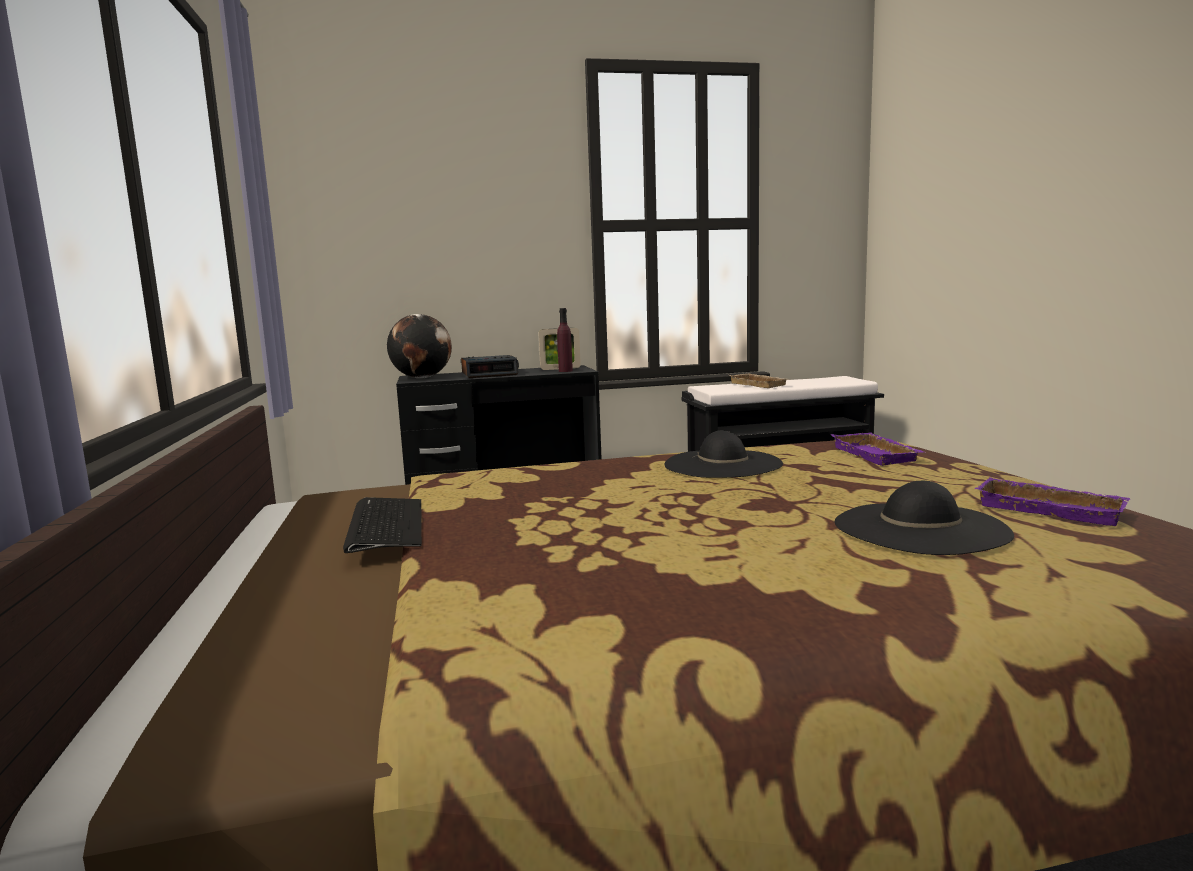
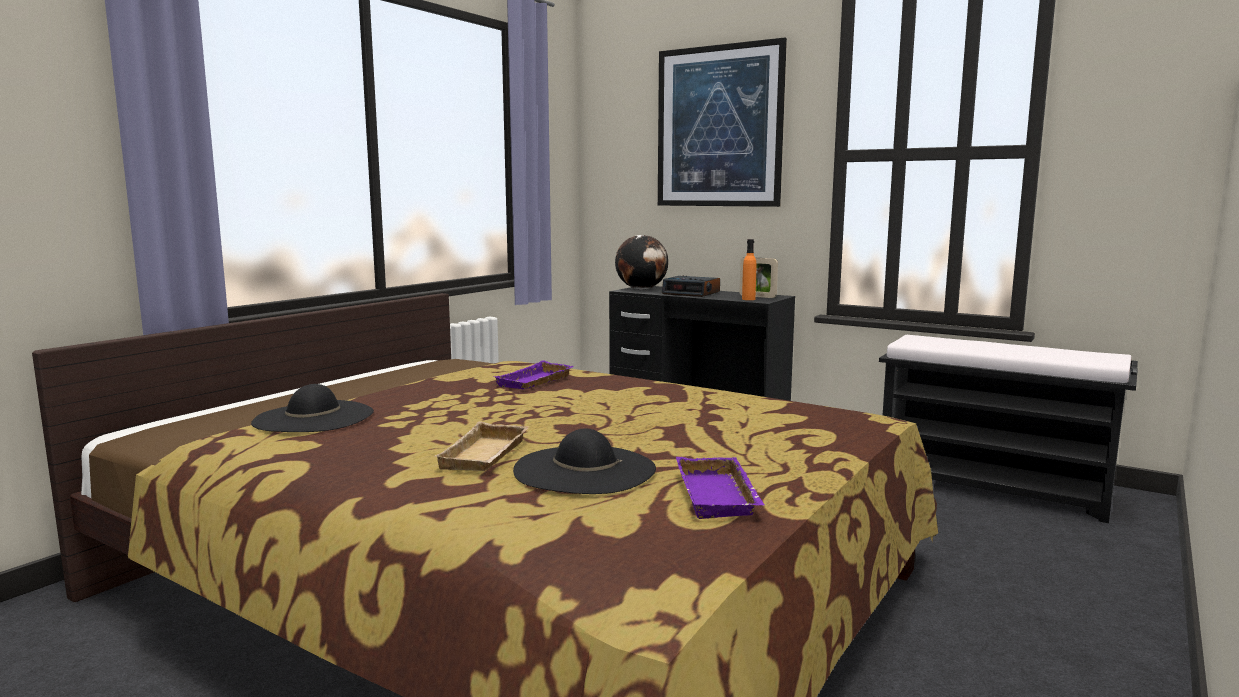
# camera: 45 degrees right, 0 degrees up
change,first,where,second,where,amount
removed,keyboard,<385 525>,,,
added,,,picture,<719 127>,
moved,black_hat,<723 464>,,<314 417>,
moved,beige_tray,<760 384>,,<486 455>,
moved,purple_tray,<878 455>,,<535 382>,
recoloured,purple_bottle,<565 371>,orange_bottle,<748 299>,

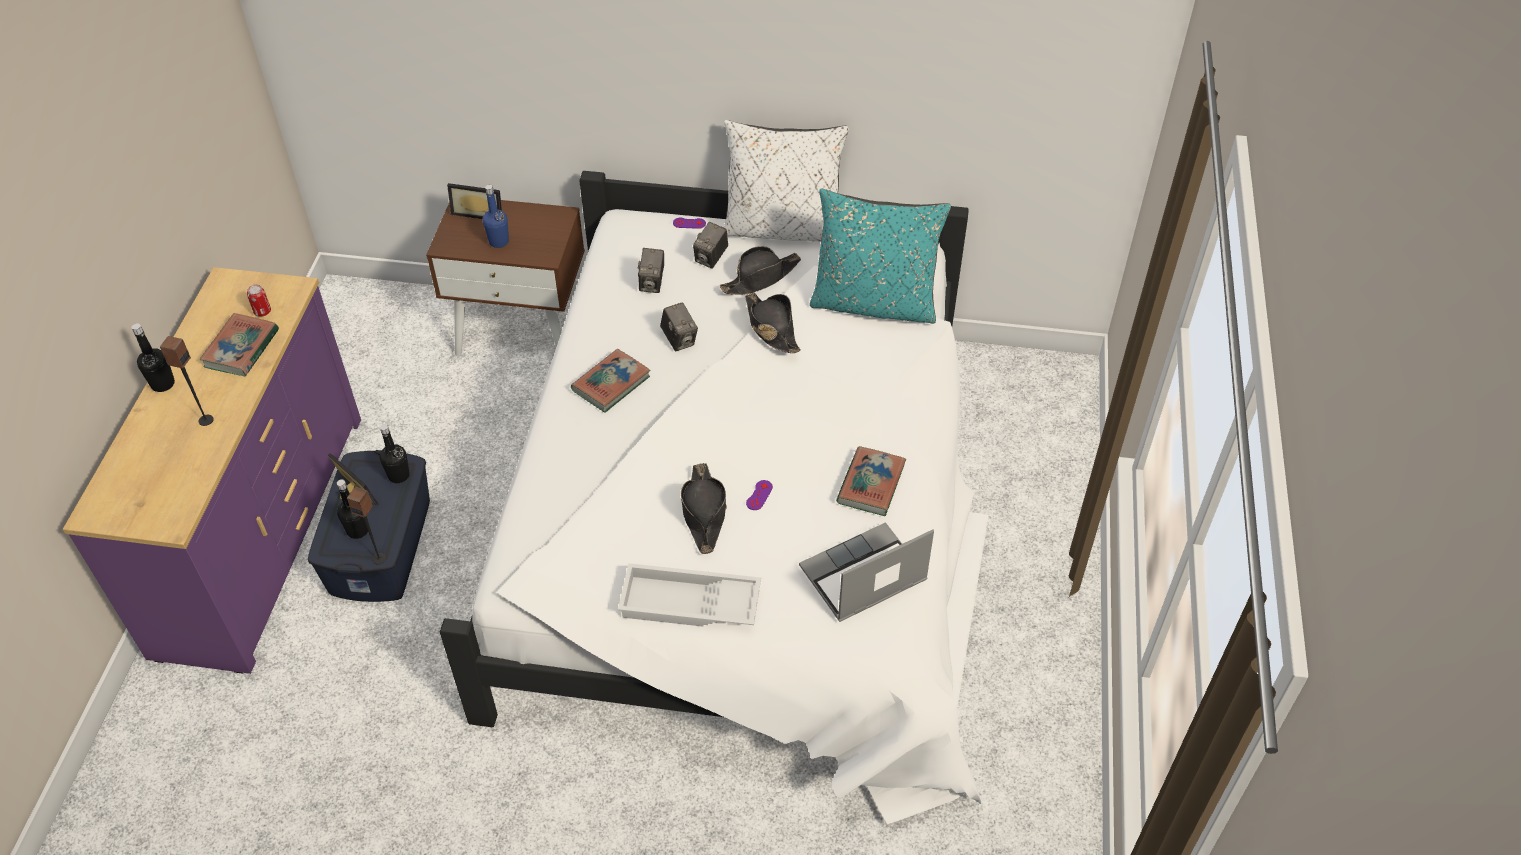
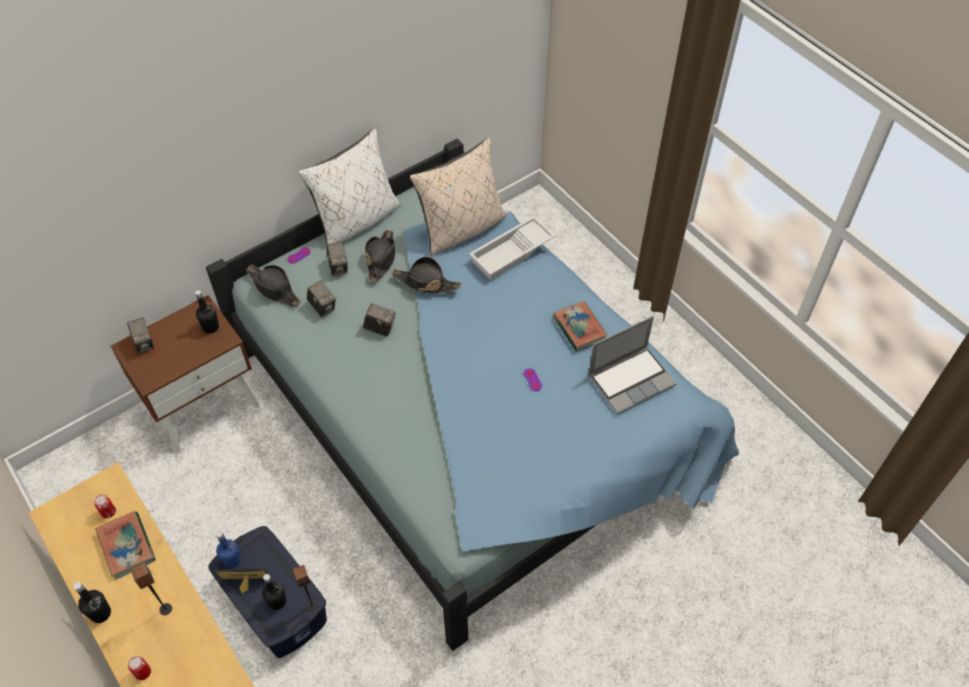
# camera: 45 degrees left, 5 degrees up
change,first,where,second,where,amount
removed,book,<611 384>,,,
added,,,can,<143 672>,
moved,black_bottle,<399 475>,,<211 327>,
moved,blue_bottle,<499 241>,,<232 560>,
moved,white_tray,<689 605>,,<512 253>,
moved,black_hat,<703 513>,,<274 289>,
replaced,picture_frame,<479 212>,photo_camera,<144 343>,
recoloured,white_bed,<751 529>,blue_bed,<475 413>,
recoloured,turquoise_pillow,<874 303>,beige_pillow,<462 228>,
turned,laptop,<862 576>,,<631 379>,135 degrees counterclockwise

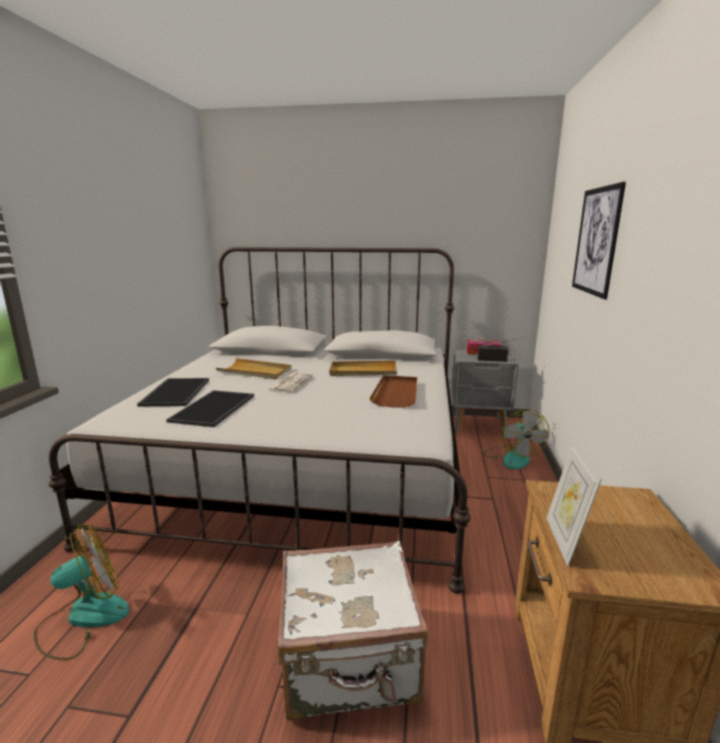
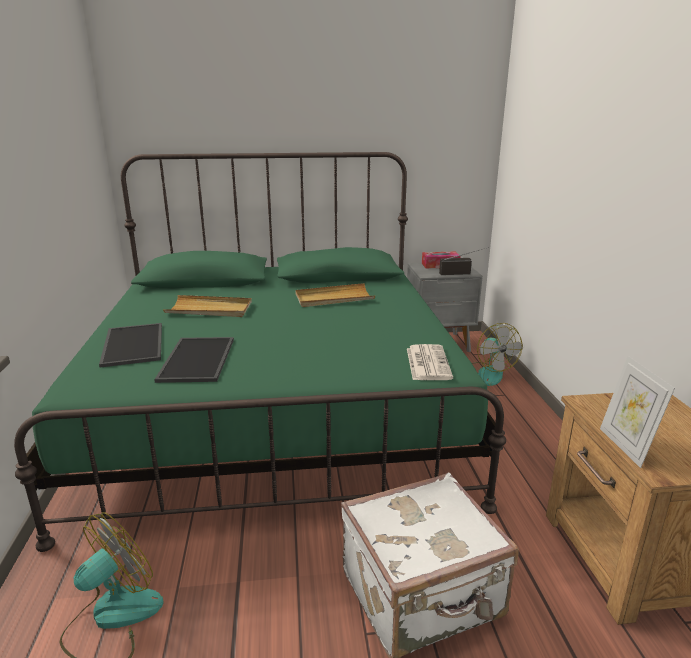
# camera: 15 degrees left, 5 degrees up
change,first,where,second,where,amount
removed,brown_tray,<396 393>,,,
removed,picture,<596 241>,,,
moved,newspaper,<290 383>,,<427 363>,
recoloured,white_bed,<306 465>,green_bed,<276 409>,

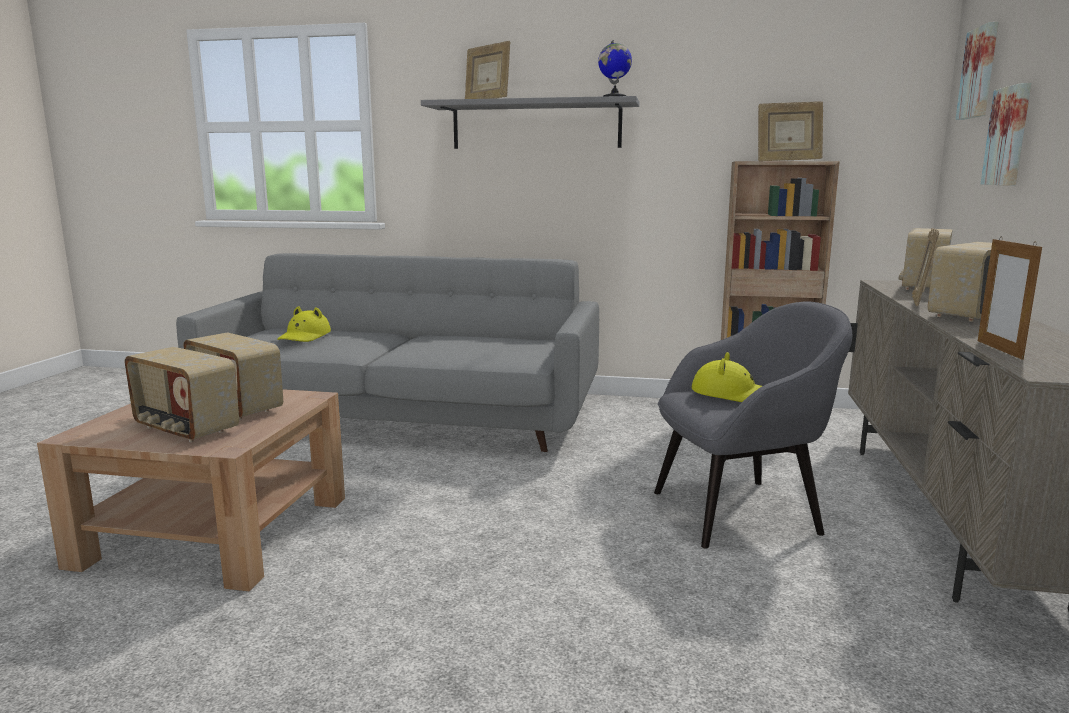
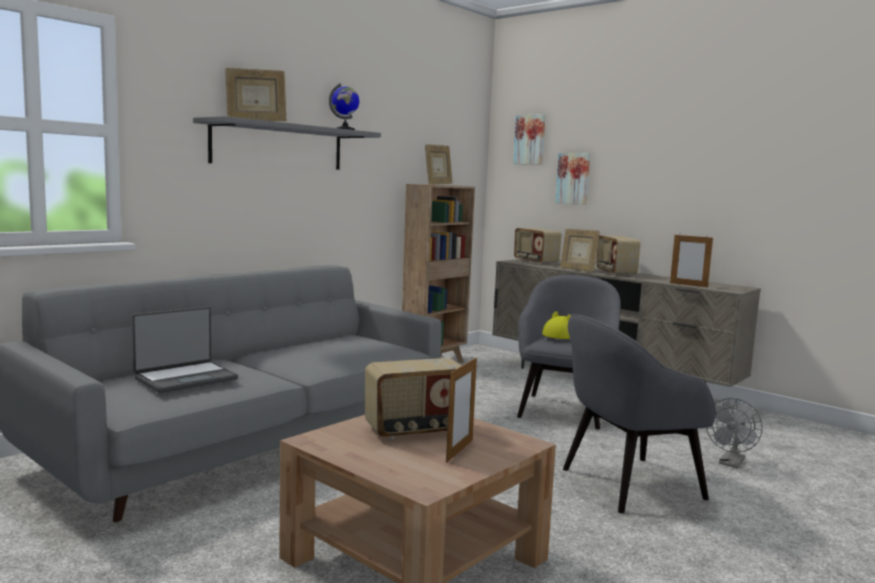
# camera: 60 degrees left, 5 degrees down
change,first,where,second,where,amount
added,,,grey_armchair,<629 484>,
added,,,grey_fan,<731 463>,
replaced,radio,<185 429>,picture_frame,<459 450>,
replaced,yellow_hat,<304 336>,laptop,<185 378>,

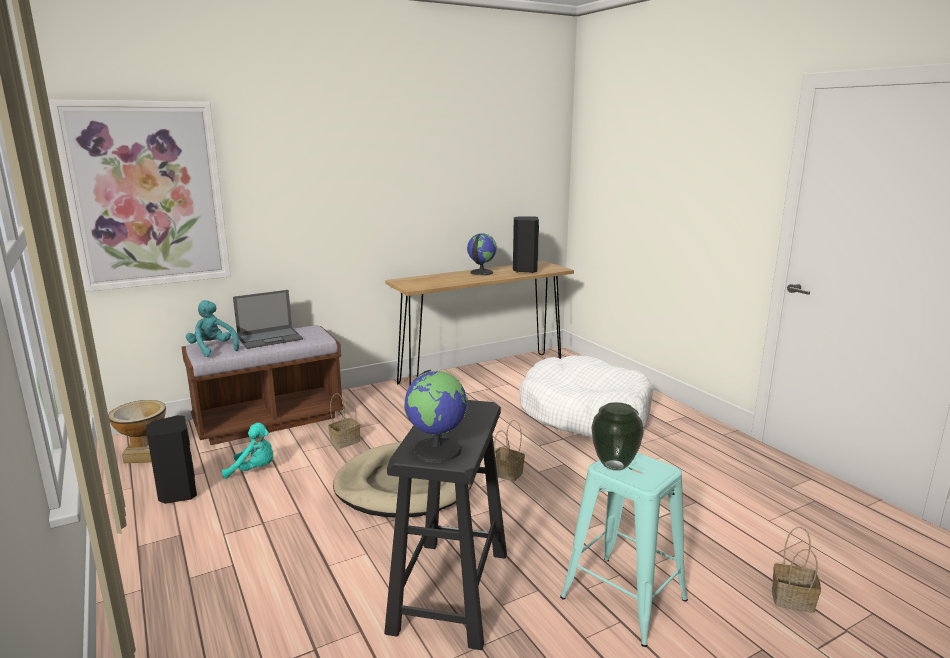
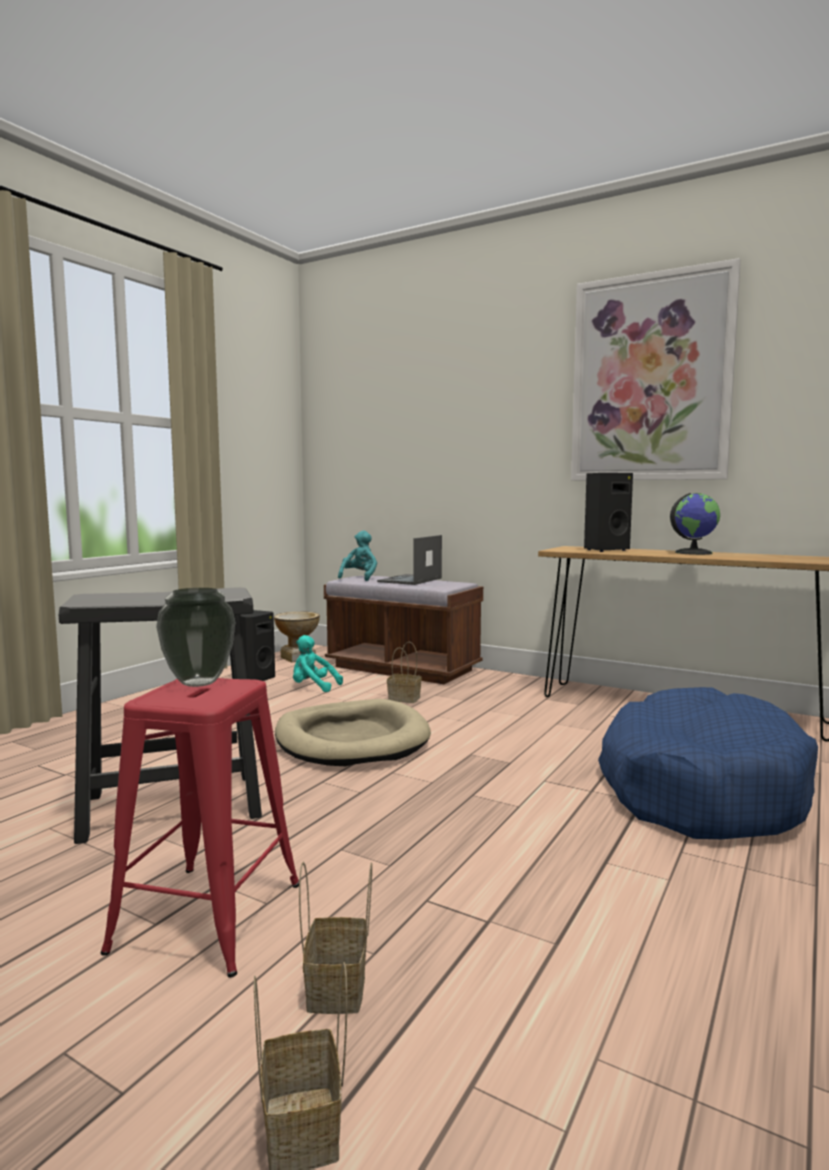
# camera: 60 degrees right, 10 degrees down
change,first,where,second,where,amount
removed,globe,<437 450>,,,
moved,picture,<147 195>,,<650 378>,
moved,basket,<508 473>,,<338 990>,
moved,black_speaker,<524 270>,,<605 550>,
recoloured,white_dog_bed,<584 413>,blue_dog_bed,<699 789>,
recoloured,turquoise_stool,<623 599>,red_stool,<208 917>,
turned,turquoise_plush_toy,<254 470>,,<313 687>,135 degrees clockwise
turned,laptop,<271 338>,,<410 580>,90 degrees clockwise

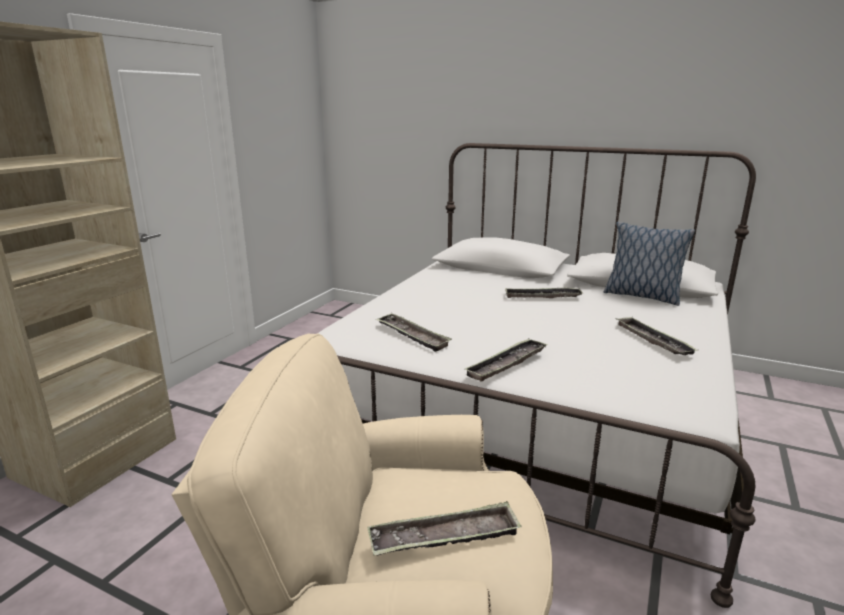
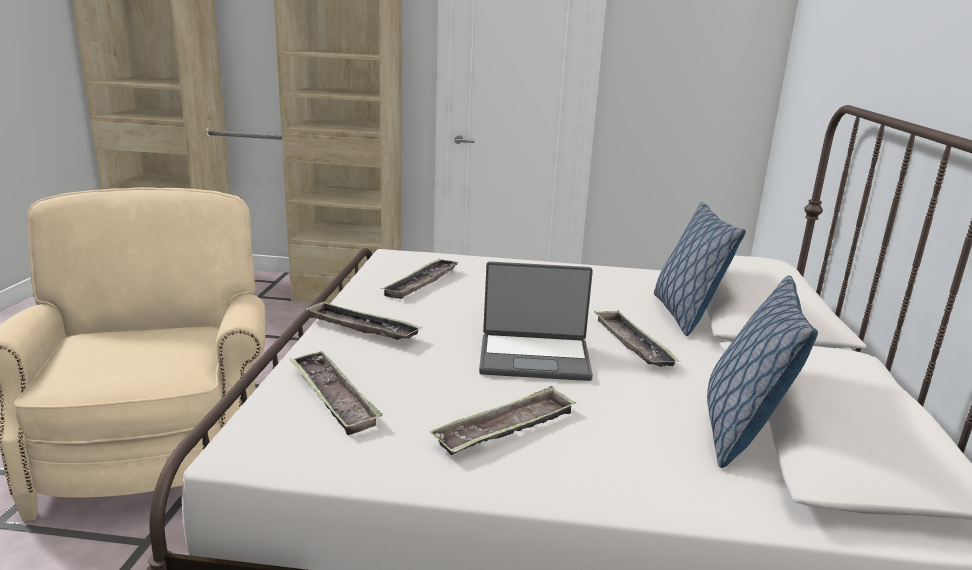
# camera: 70 degrees right, 0 degrees up
change,first,where,second,where,amount
added,,,laptop,<534 358>,
added,,,pillow,<685 314>,
moved,tray,<444 537>,,<333 397>,

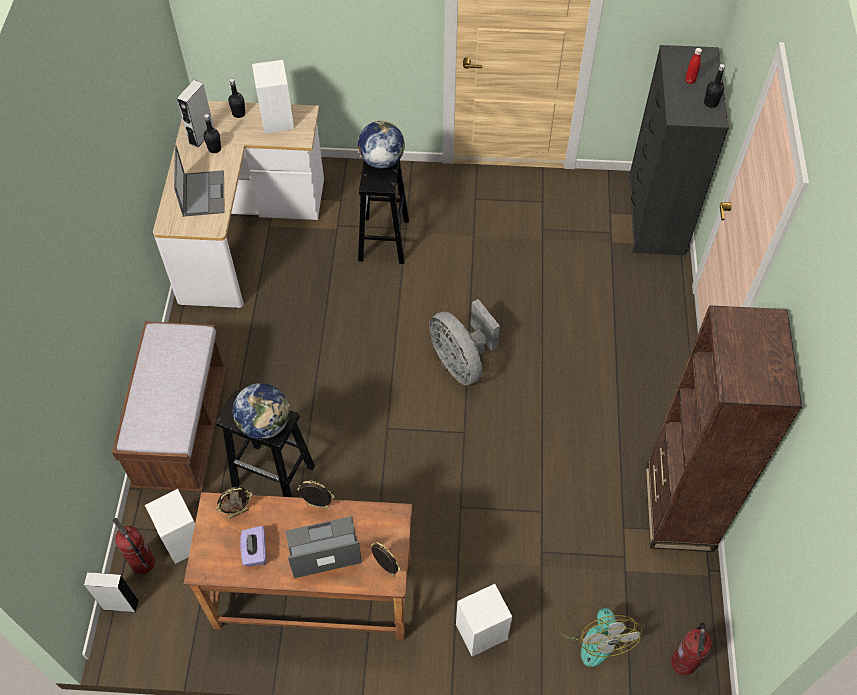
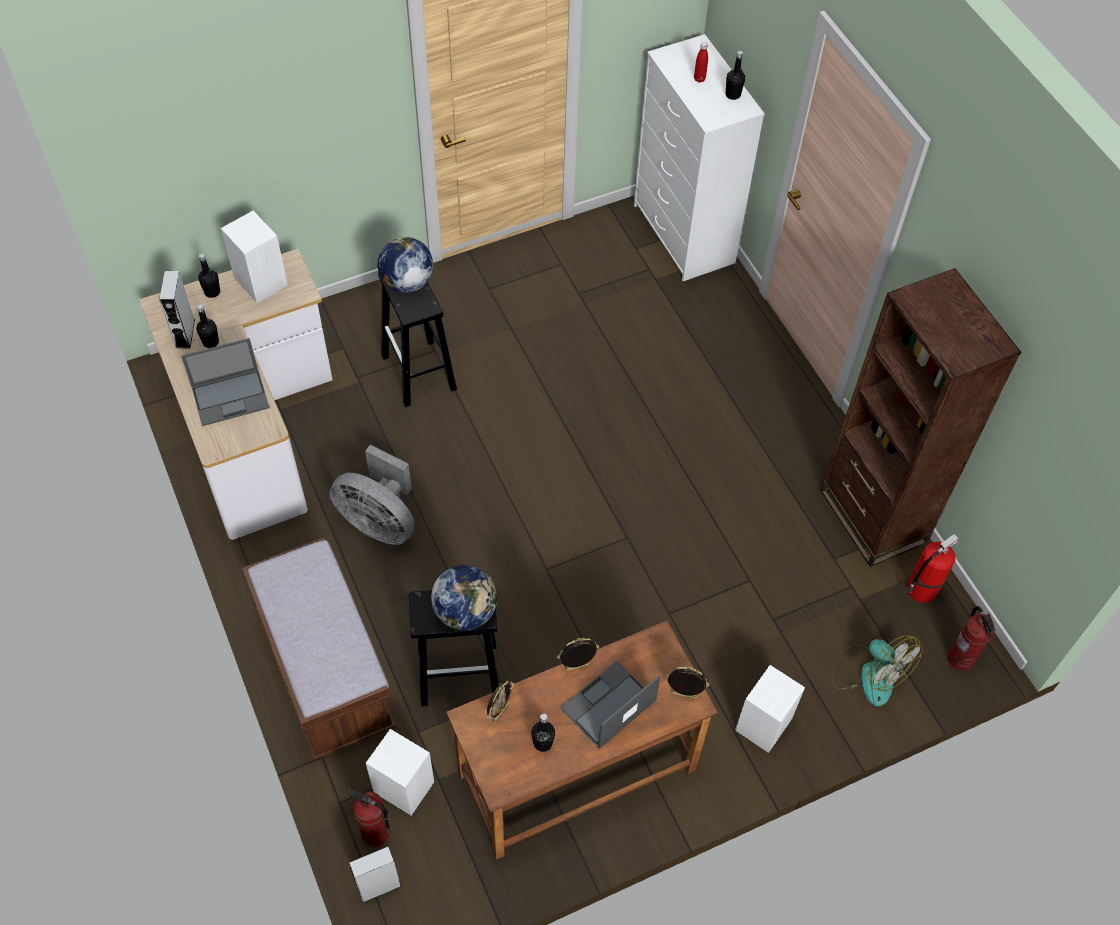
# camera: 30 degrees left, 0 degrees up
change,first,where,second,where,amount
added,,,fire_extinguisher,<921 590>,
moved,grey_fan,<461 362>,,<380 521>,
replaced,purple_tissue_box,<255 551>,black_bottle,<543 743>,
recoloured,black_dresser,<656 216>,white_dresser,<684 234>,
turned,laptop,<203 193>,,<231 396>,105 degrees clockwise

